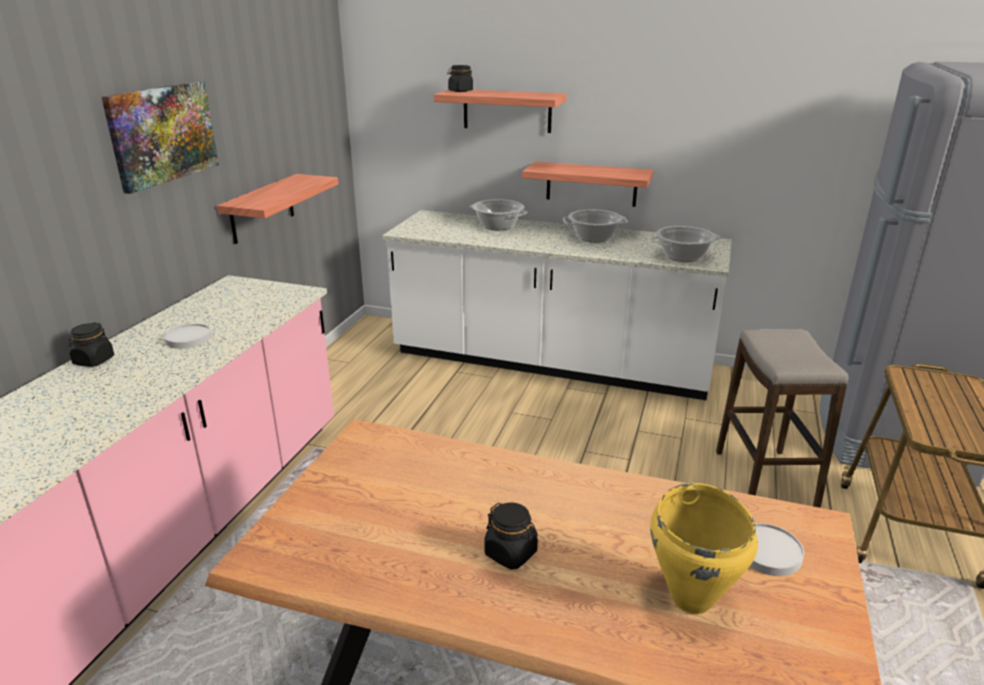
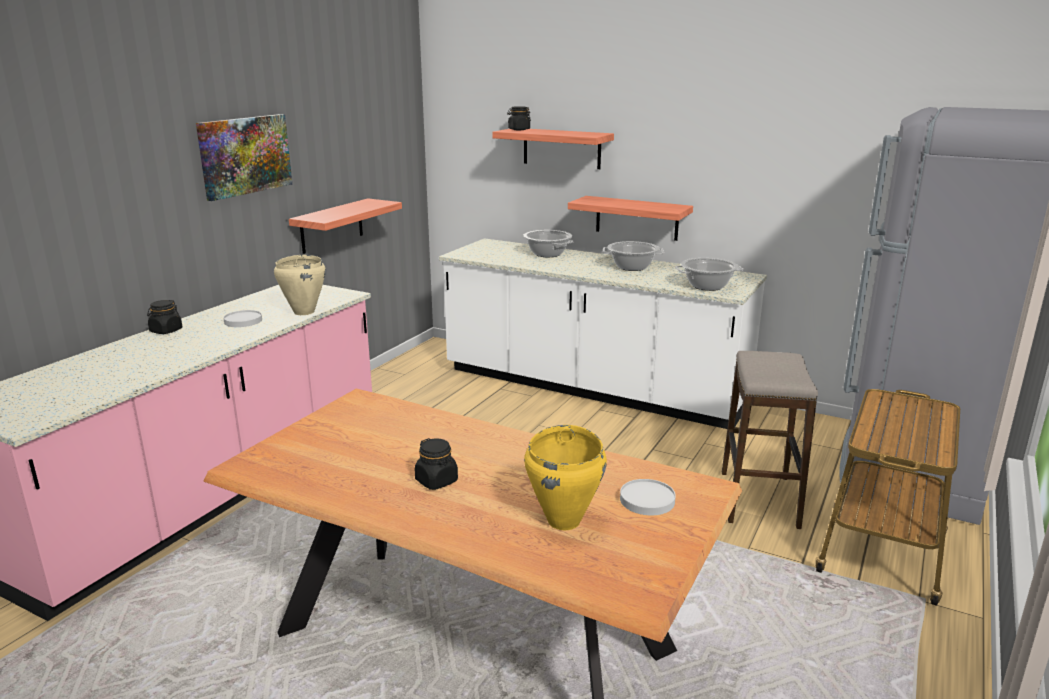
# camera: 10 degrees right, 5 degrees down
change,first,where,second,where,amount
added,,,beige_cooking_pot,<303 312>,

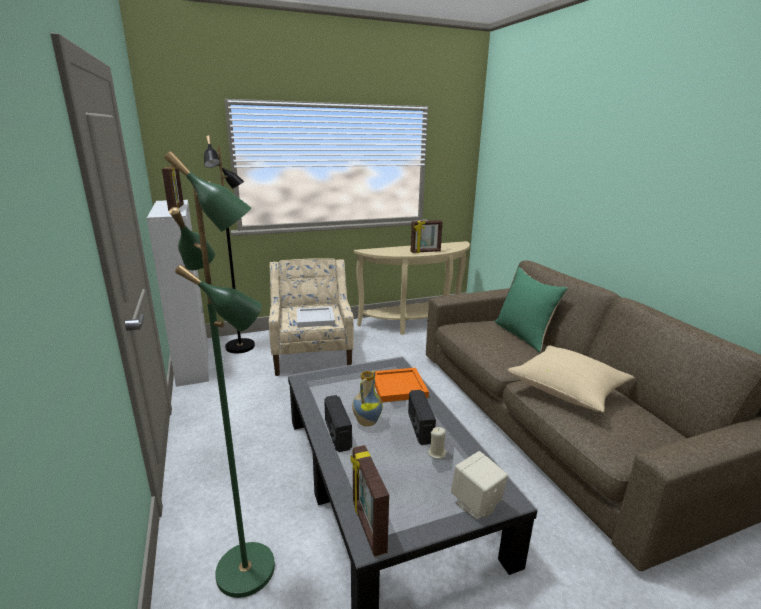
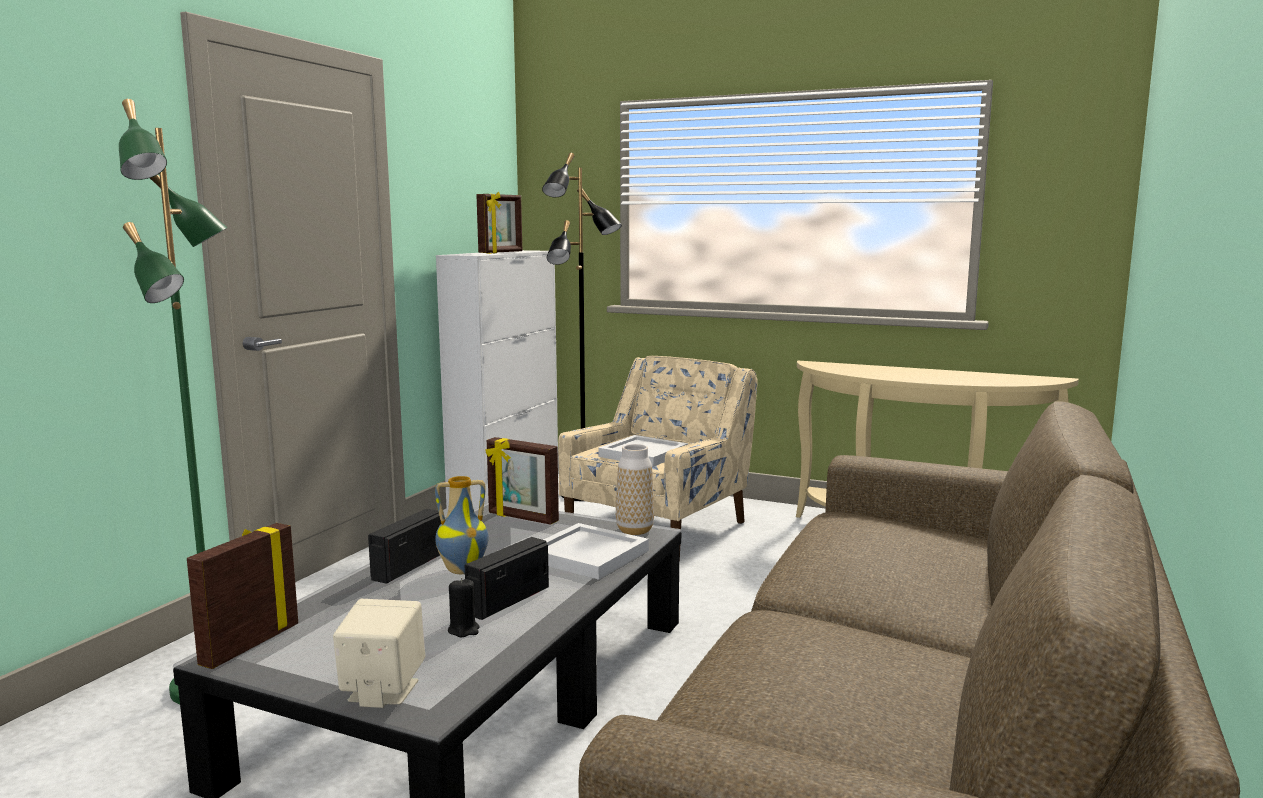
# camera: 45 degrees right, 10 degrees down
change,first,where,second,where,amount
removed,green_pillow,<524 335>,,,
removed,beige_pillow,<568 391>,,,
added,,,vase,<634 530>,
moved,picture_frame,<425 252>,,<522 518>,
recoloured,orange_tray,<399 386>,white_tray,<590 555>,
recoloured,beige_candle,<437 453>,black_candle,<464 630>,

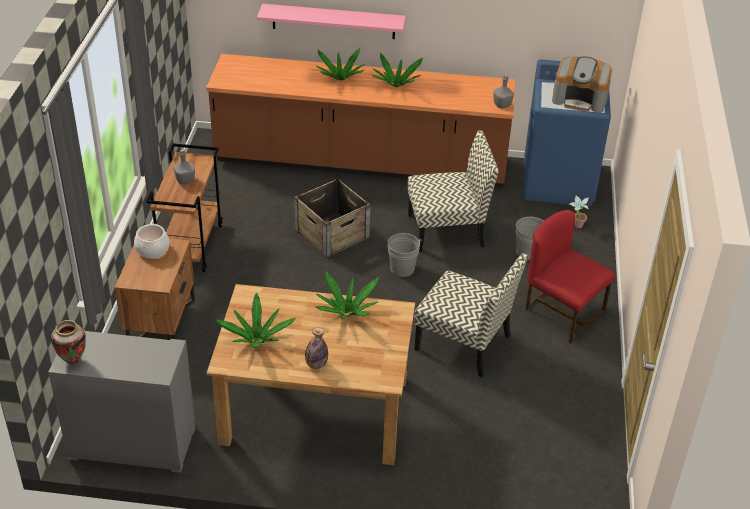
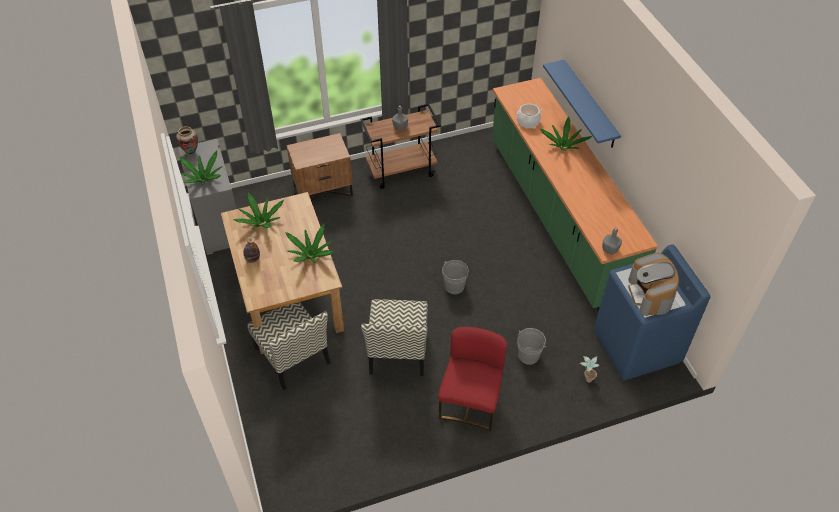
# camera: 65 degrees right, 10 degrees up
change,first,where,second,where,amount
removed,crate,<332 234>,,,
moved,cooking_pot,<152 249>,,<528 121>,
moved,potted_plant,<396 84>,,<203 179>,
moved,chair,<447 230>,,<293 356>,
recoloured,brown_counter,<360 163>,green_counter,<557 217>,
recoloured,pink_shelf,<333 21>,blue_shelf,<589 104>,

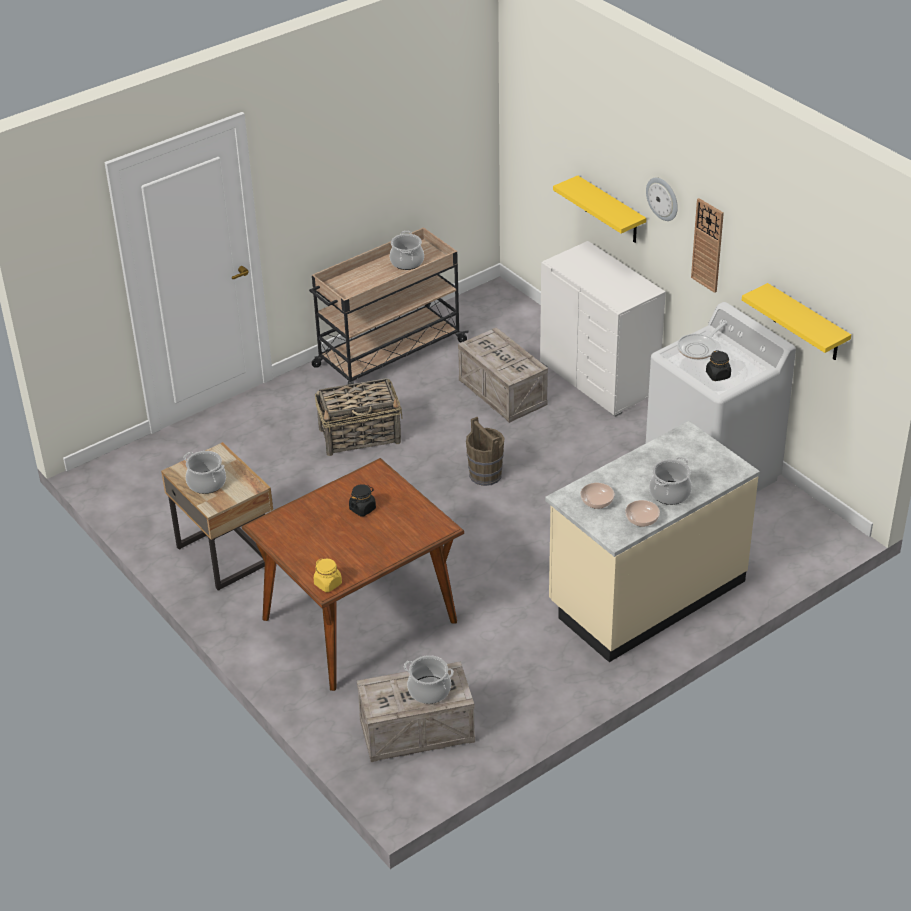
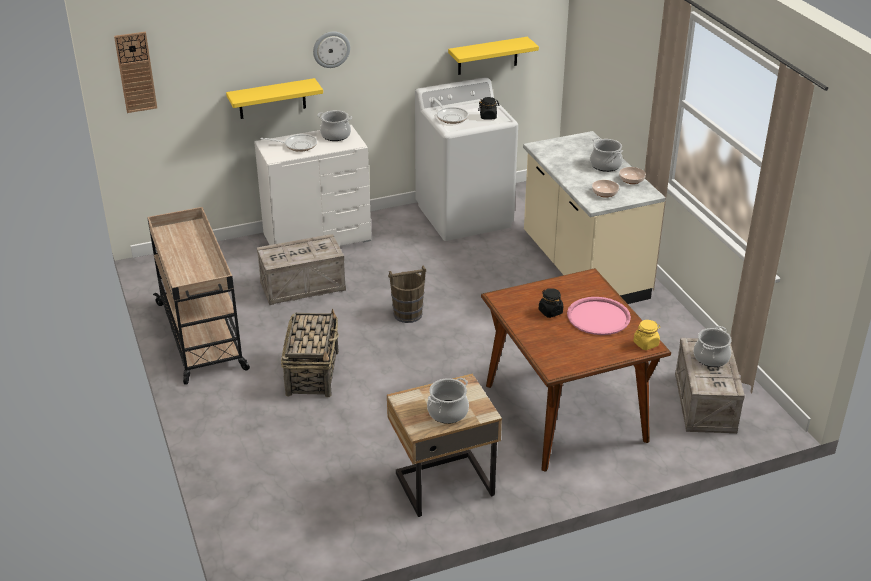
# camera: 75 degrees left, 5 degrees down
change,first,where,second,where,amount
added,,,frying_pan,<297 145>,
added,,,pink_tray,<598 317>,
moved,cooking_pot,<407 262>,,<335 135>,
moved,wall_clock,<708 245>,,<136 72>,

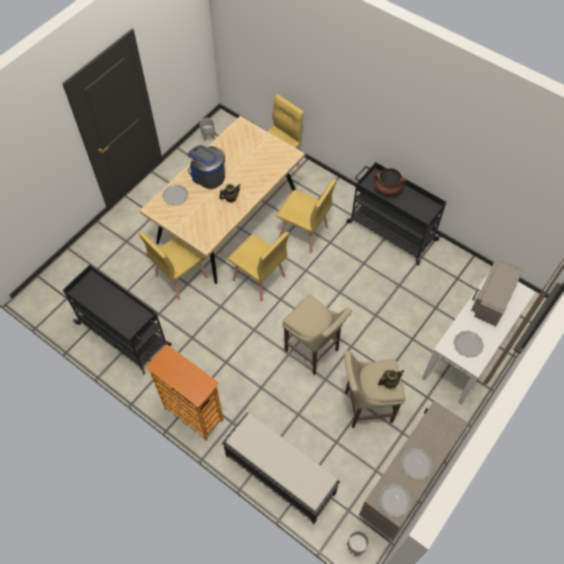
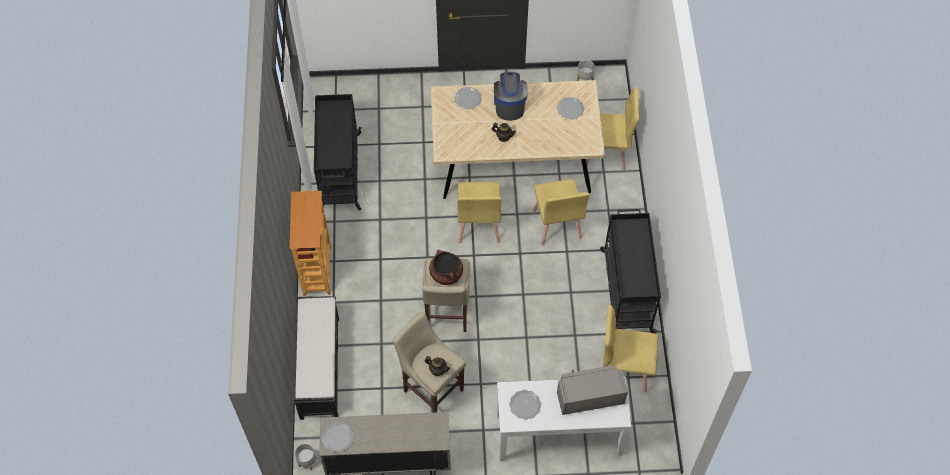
# camera: 50 degrees right, 0 degrees up
change,first,where,second,where,amount
moved,yellow_chair,<181 276>,,<624 369>,
moved,brown_cooking_pot,<388 189>,,<446 274>,
moved,plate,<416 464>,,<570 109>,

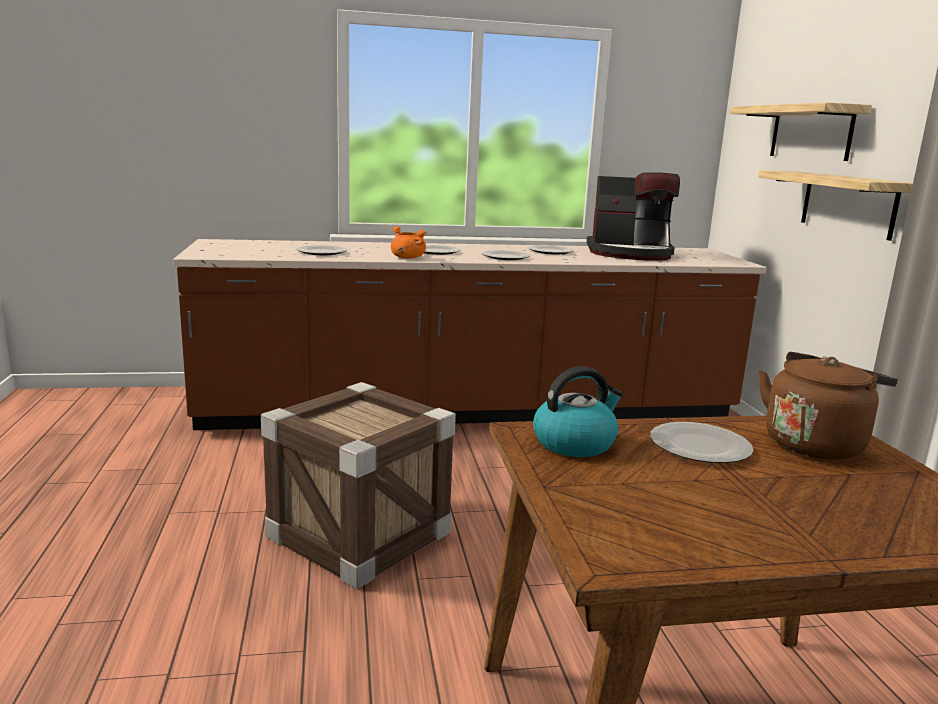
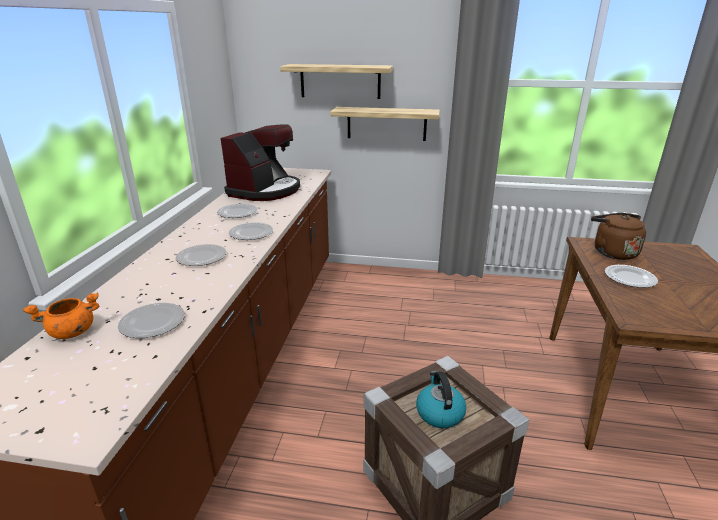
# camera: 70 degrees left, 10 degrees up
change,first,where,second,where,amount
moved,orange_cooking_pot,<407 258>,,<71 332>,
moved,kettle,<575 443>,,<439 412>,

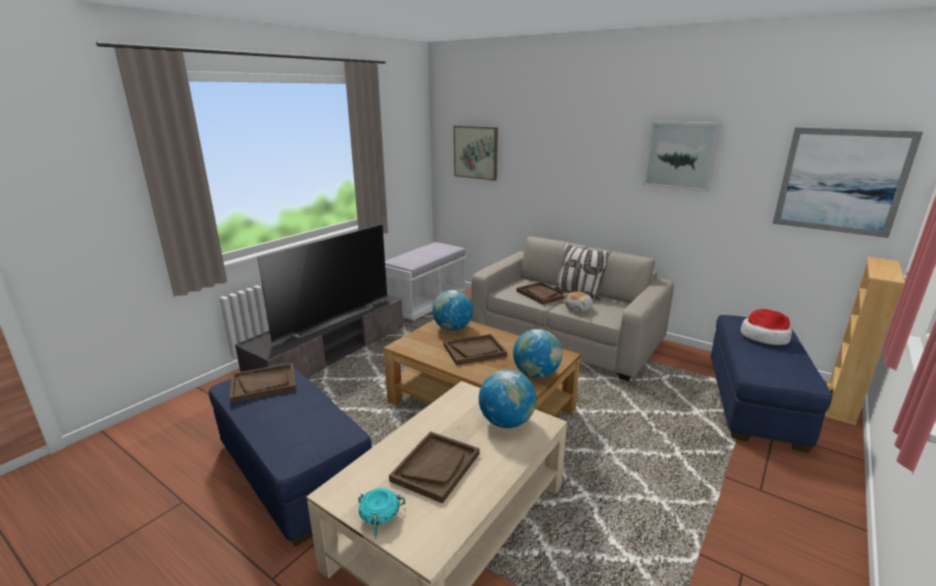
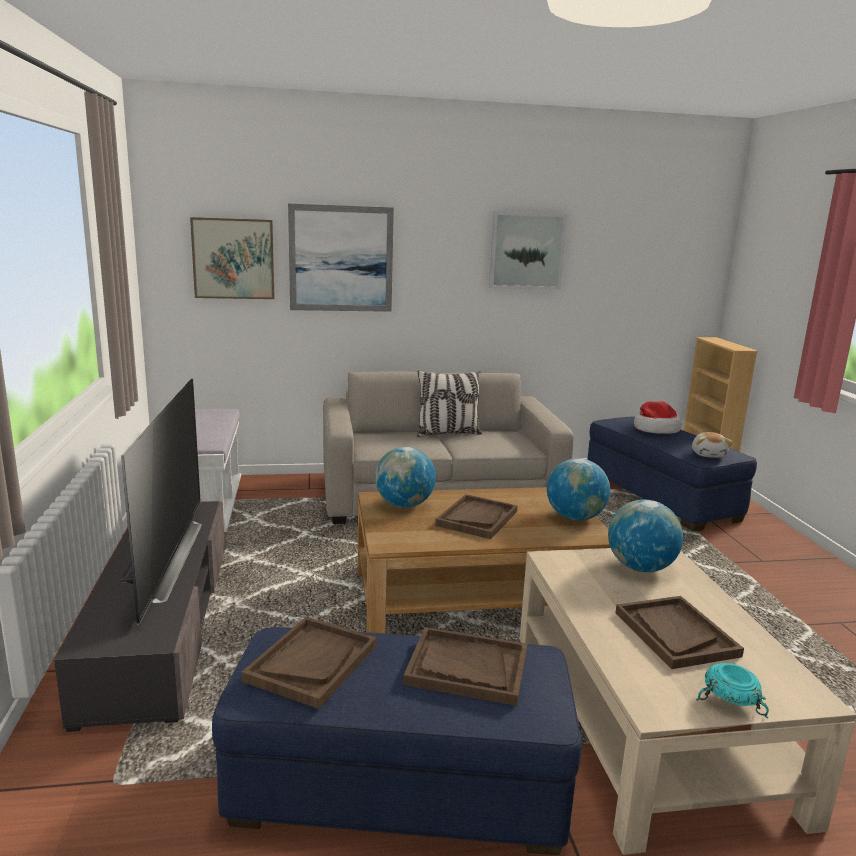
# camera: 45 degrees left, 5 degrees down
change,first,where,second,where,amount
moved,brown_tray,<541 294>,,<466 668>,
moved,plush_toy,<579 309>,,<708 454>,
moved,picture,<841 181>,,<341 259>,

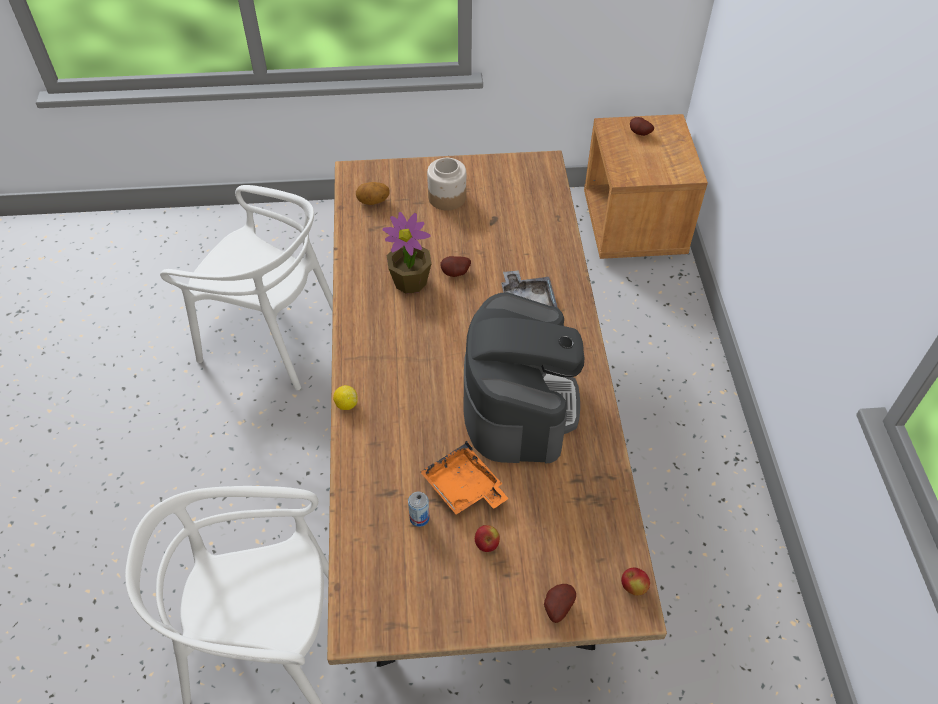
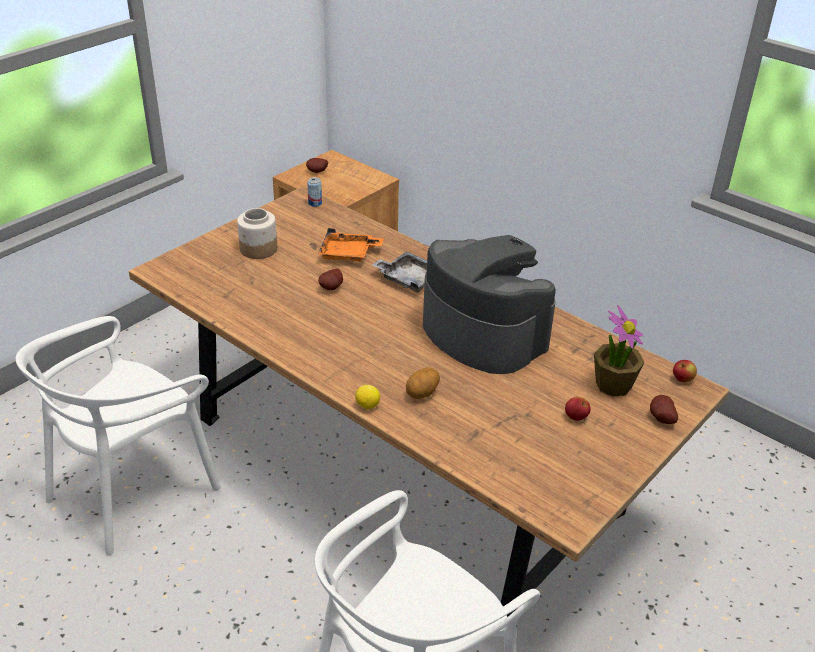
# camera: 45 degrees left, 15 degrees down
change,first,where,second,where,amount
moved,potato,<373 202>,,<422 394>,
moved,potted_plant,<410 281>,,<613 385>,
moved,can,<419 518>,,<315 203>,
moved,orange_tray,<463 487>,,<348 254>,
turned,white_chair,<272 338>,,<132 490>,150 degrees clockwise

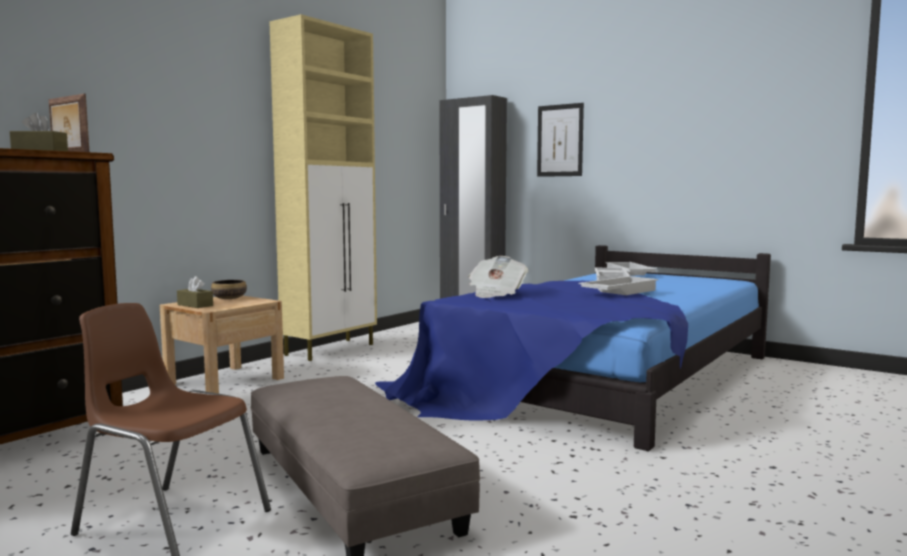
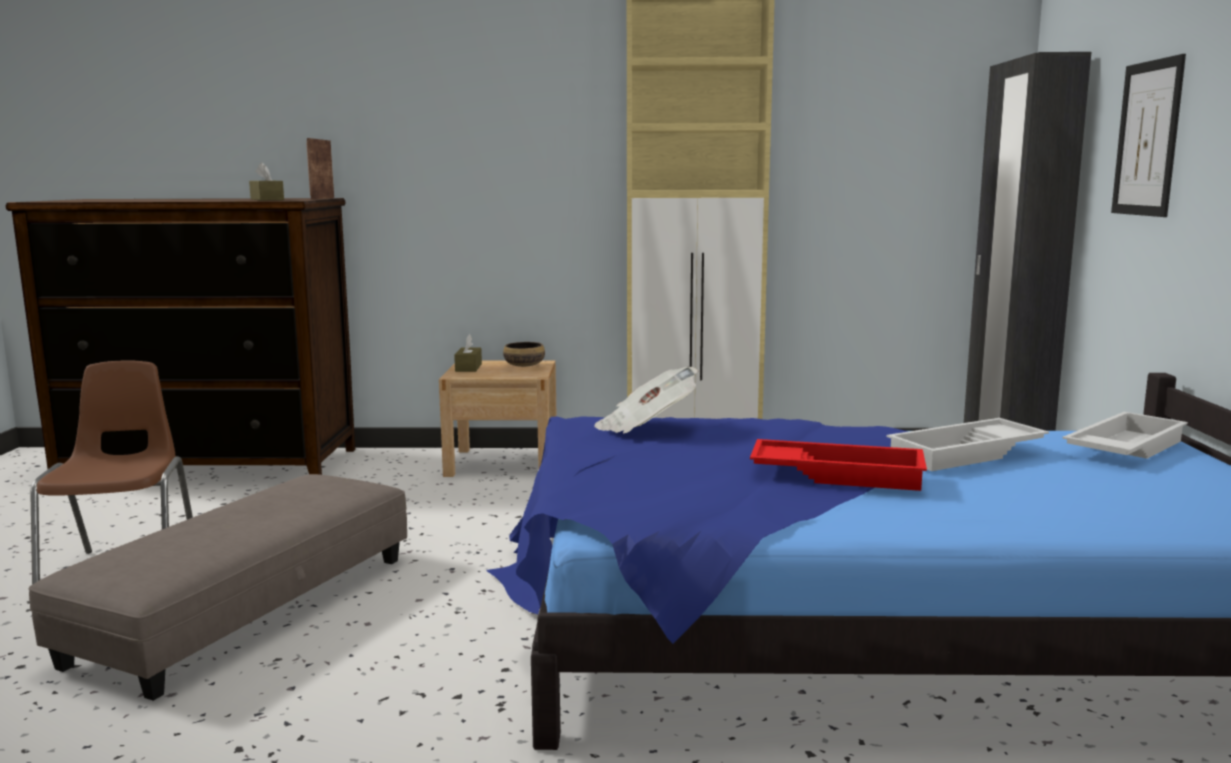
# camera: 55 degrees right, 5 degrees up
change,first,where,second,where,amount
recoloured,white_tray,<618 292>,red_tray,<838 474>,

